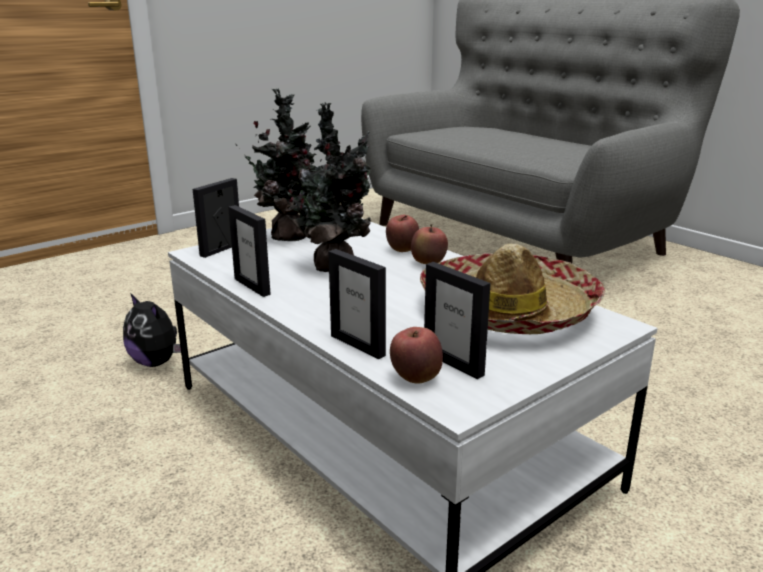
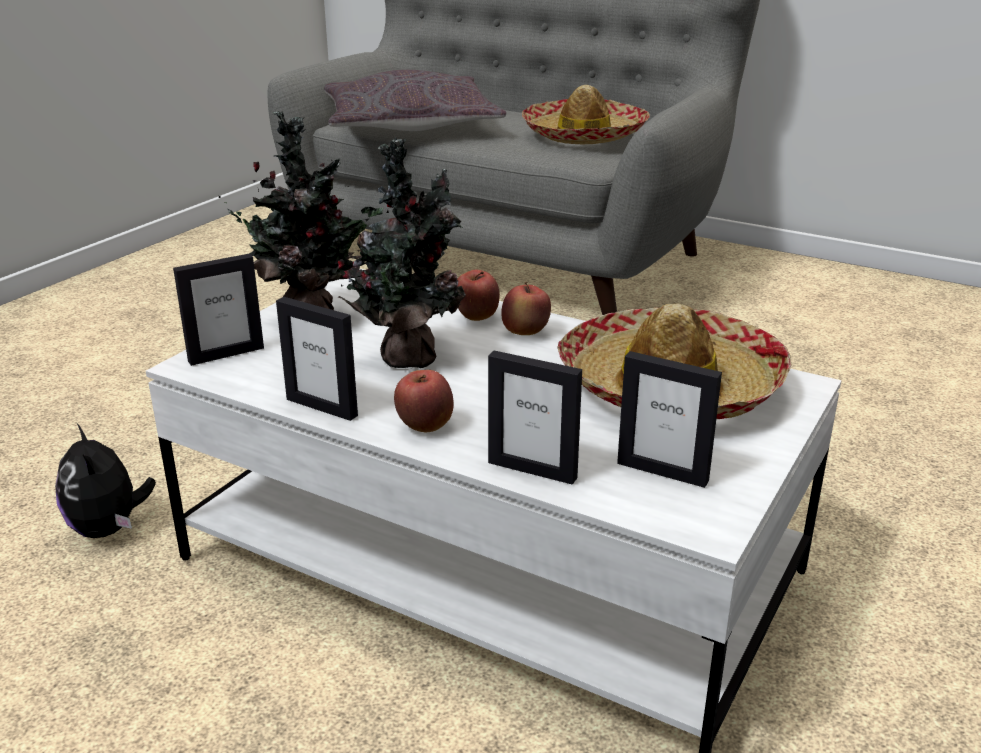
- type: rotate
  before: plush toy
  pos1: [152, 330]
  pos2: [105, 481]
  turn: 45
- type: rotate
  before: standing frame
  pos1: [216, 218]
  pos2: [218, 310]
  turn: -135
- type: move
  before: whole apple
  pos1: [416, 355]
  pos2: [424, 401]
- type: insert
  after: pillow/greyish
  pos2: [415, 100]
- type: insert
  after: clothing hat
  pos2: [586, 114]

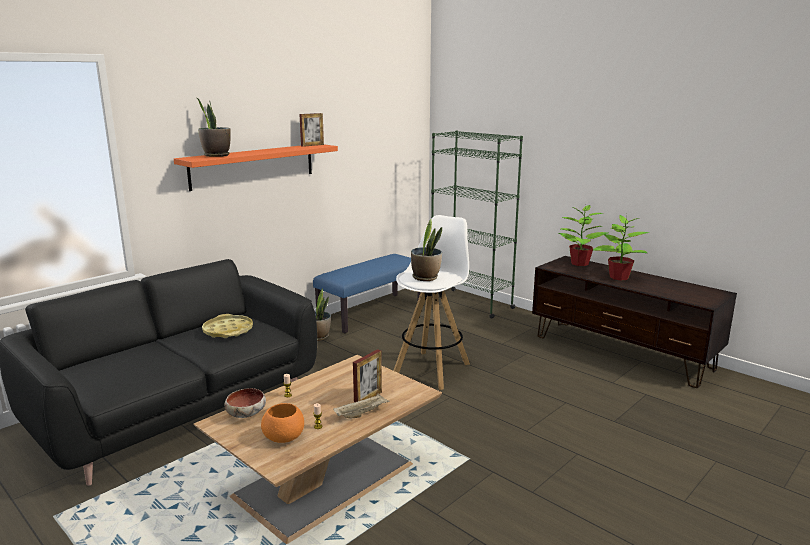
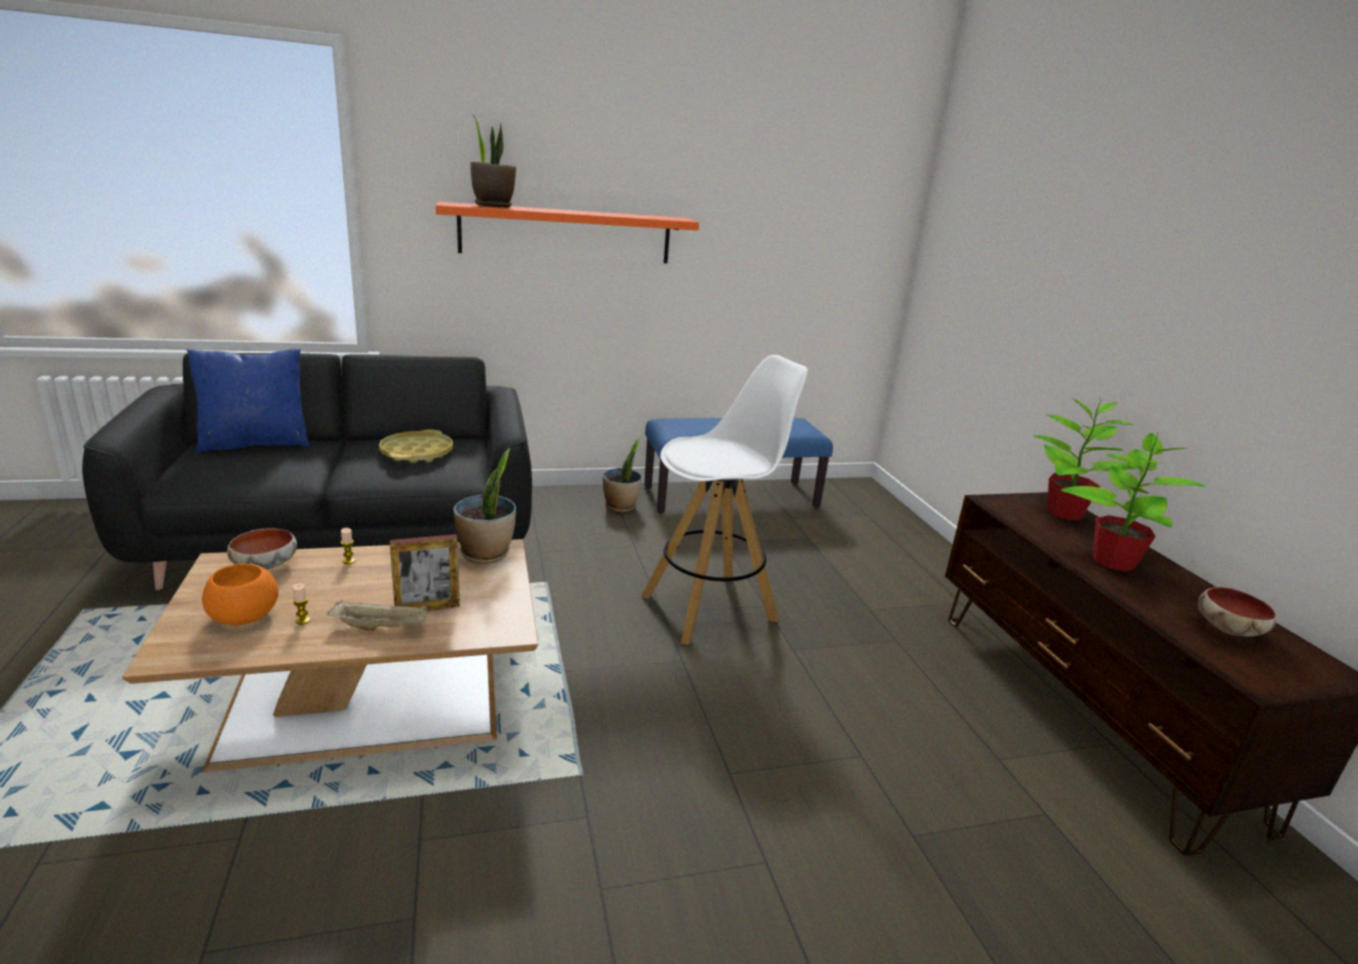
- type: delete
  before: standing frame
  pos1: [311, 130]
- type: move
  before: potted plant
  pos1: [426, 250]
  pos2: [484, 506]
- type: delete
  before: shelving unit/green-coloured
  pos1: [477, 224]
- type: insert
  after: pillow/blue-coloured
  pos2: [248, 400]
- type: insert
  after: serving bowl
  pos2: [1237, 612]

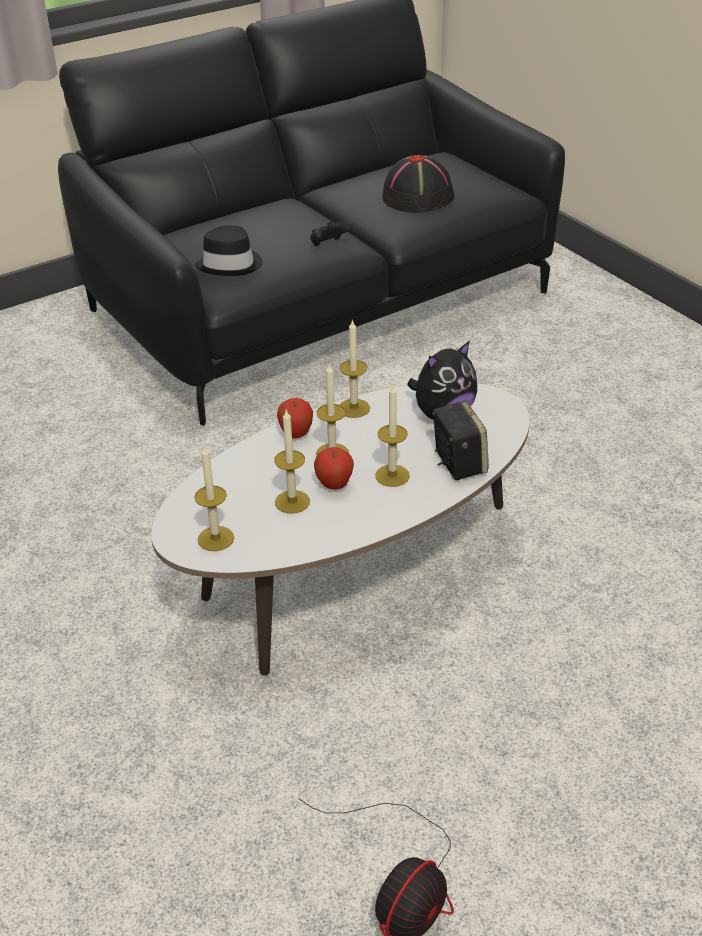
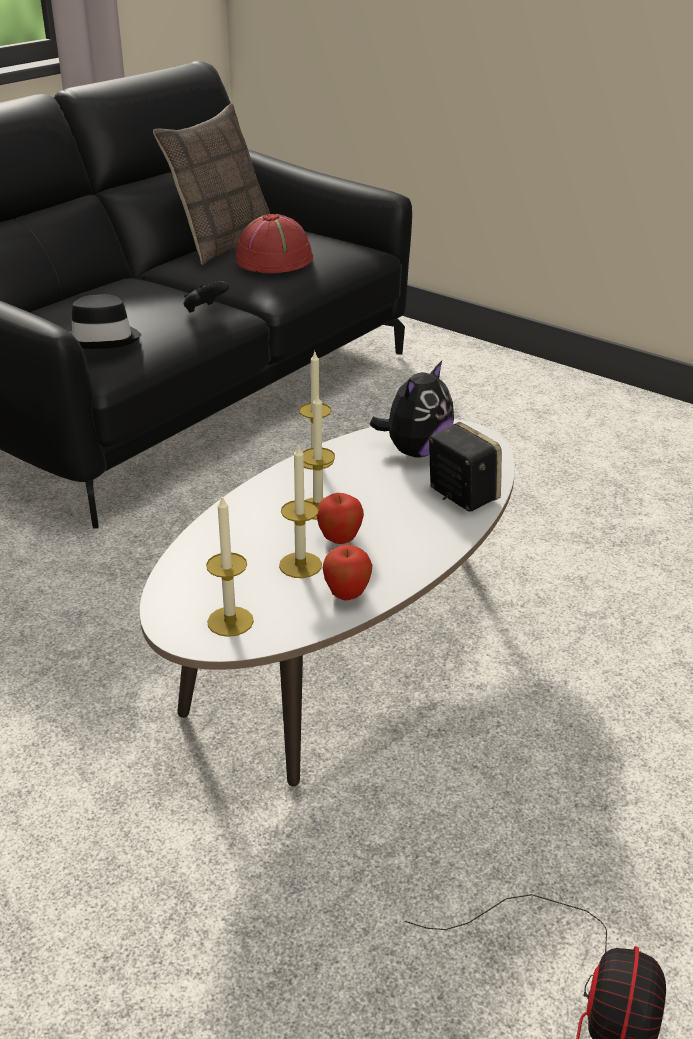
- type: move
  before: whole apple
  pos1: [295, 418]
  pos2: [347, 572]
- type: delete
  before: candle
  pos1: [392, 436]
- type: recolor
  before: clothing hat/black
  after: clothing hat/reddish
  pos1: [418, 184]
  pos2: [274, 243]
- type: insert
  after: pillow
  pos2: [211, 184]

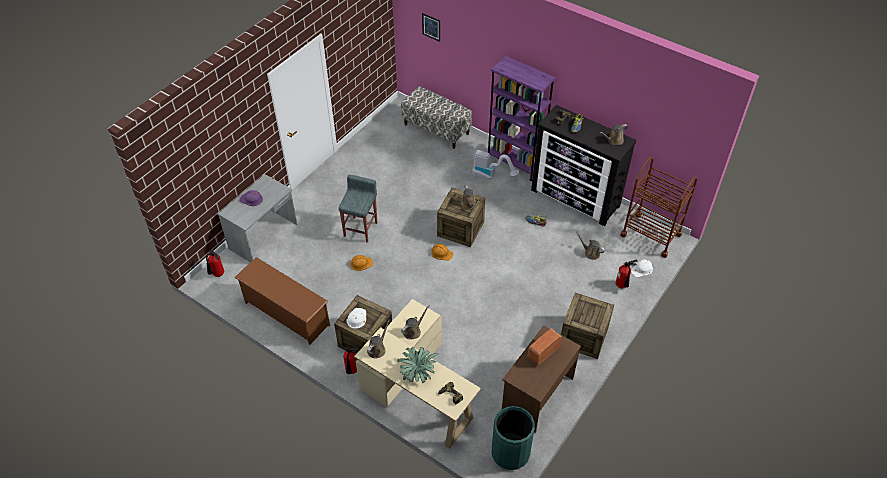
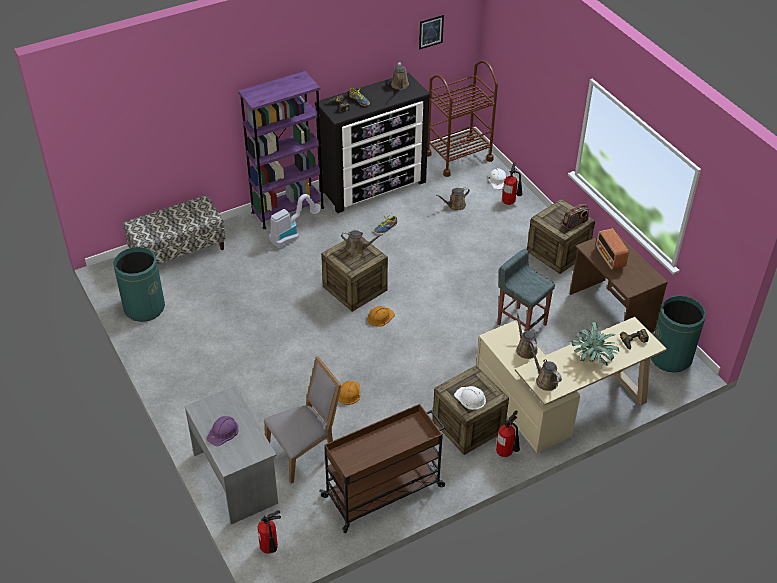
- type: replace
  before: shoe rack/brown-coloured
  after: trolley/brown-coloured
  pos1: [282, 301]
  pos2: [382, 468]
- type: move
  before: stool seat/greyish
  pos1: [358, 209]
  pos2: [526, 290]
- type: move
  before: picture
  pos1: [431, 27]
  pos2: [431, 32]
- type: insert
  after: waste bin/green-coloured
  pos2: [139, 284]
- type: insert
  after: upright chair/greyish
  pos2: [303, 420]
- type: insert
  after: radio set
  pos2: [576, 216]

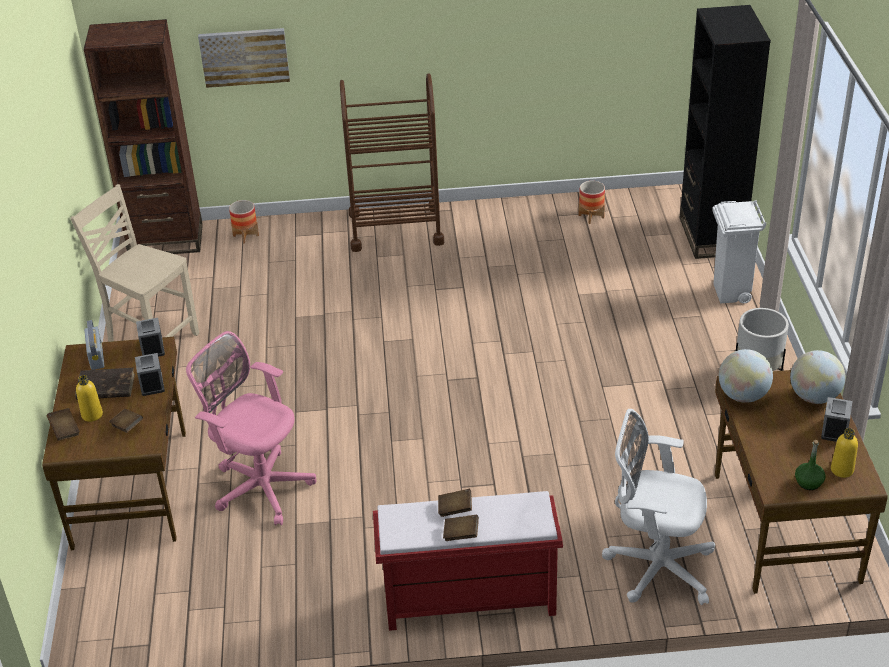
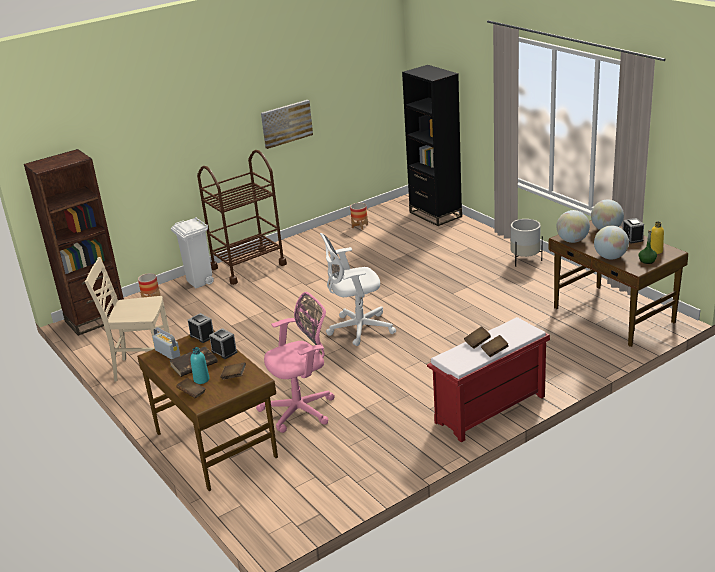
- type: recolor
  before: bottle/yellowish
  after: bottle/turquoise-coloured
  pos1: [89, 398]
  pos2: [199, 365]
- type: rotate
  before: office chair/pinkish
  pos1: [251, 428]
  pos2: [295, 362]
  turn: 150
- type: move
  before: picture
  pos1: [244, 58]
  pos2: [287, 124]
- type: move
  before: office chair/whitish
  pos1: [658, 507]
  pos2: [358, 289]
- type: move
  before: waste bin/whitish
  pos1: [739, 252]
  pos2: [192, 252]
- type: insert
  after: world globe
  pos2: [611, 242]

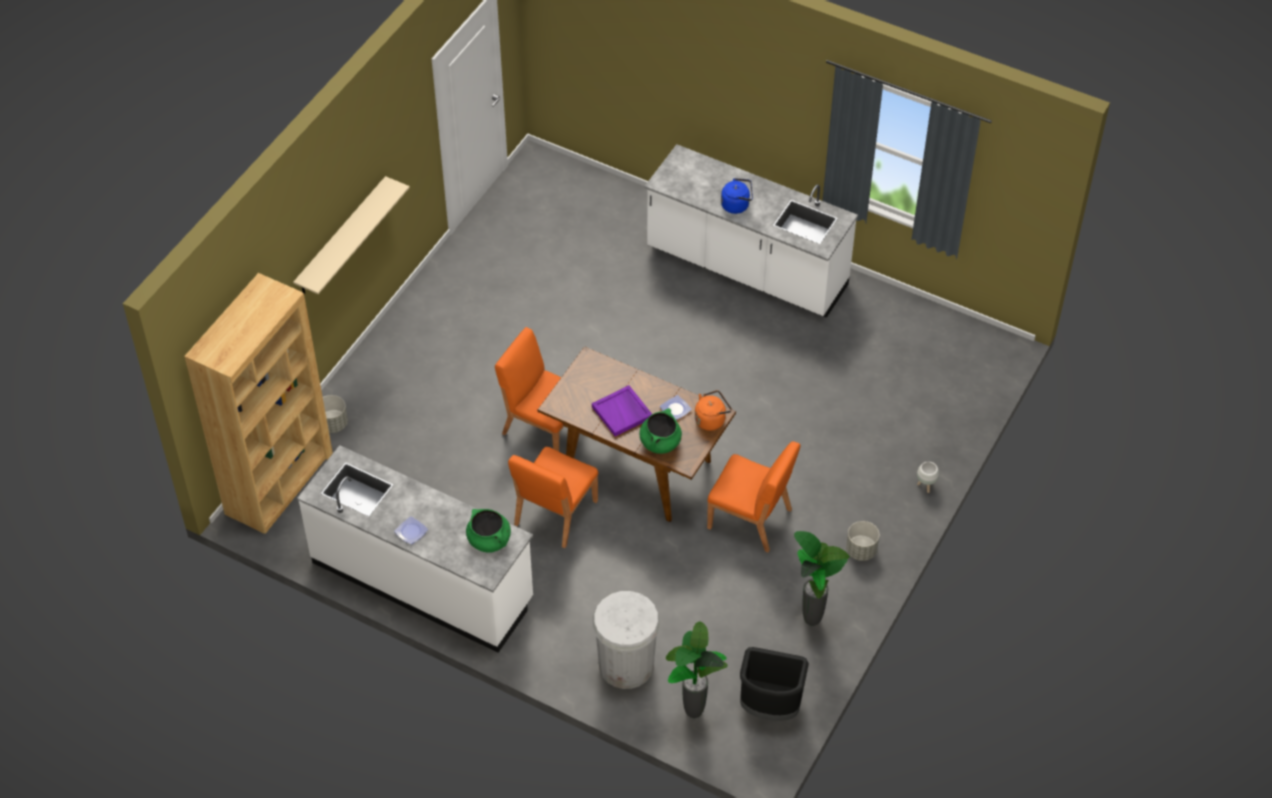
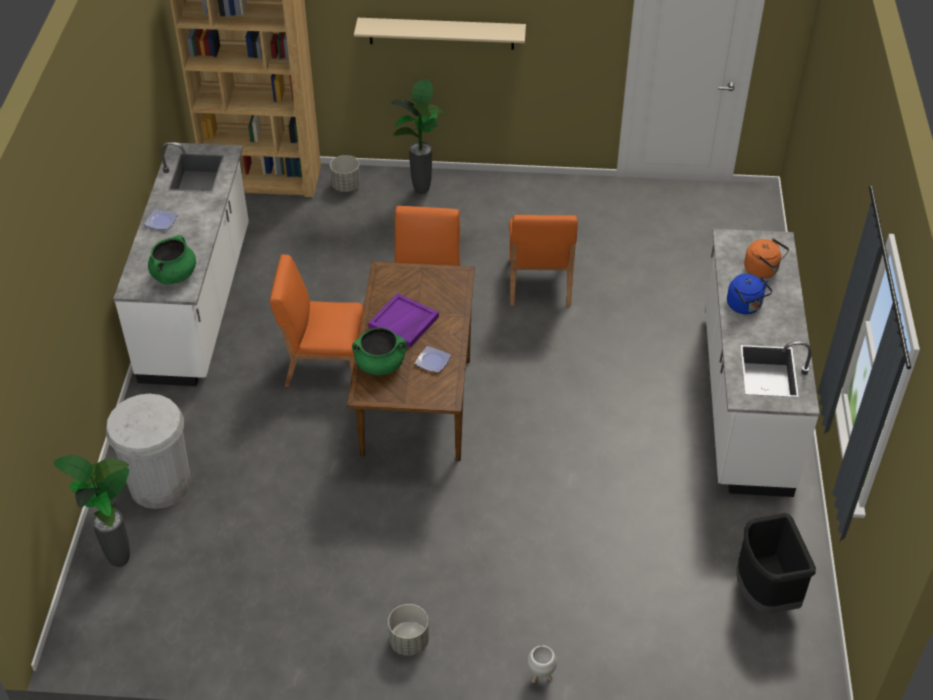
- type: move
  before: water kettle/orangey
  pos1: [713, 410]
  pos2: [766, 258]
- type: move
  before: upright chair/orangey
  pos1: [753, 496]
  pos2: [543, 260]
- type: move
  before: waste bin/black
  pos1: [774, 684]
  pos2: [776, 563]
- type: move
  before: potted plant
  pos1: [821, 578]
  pos2: [418, 136]

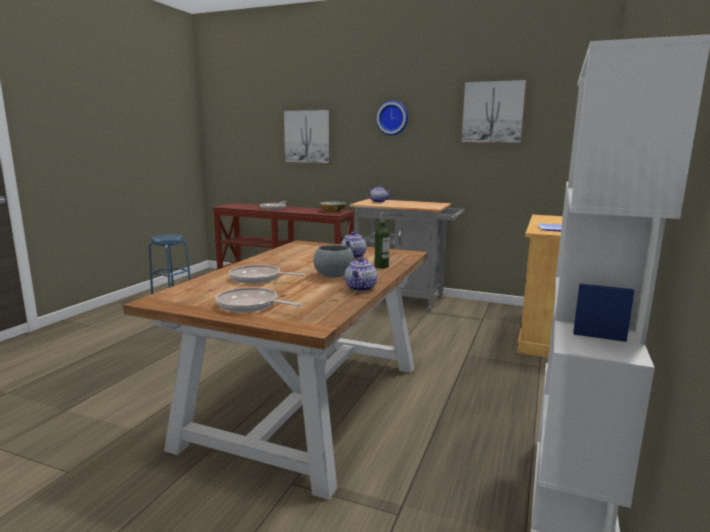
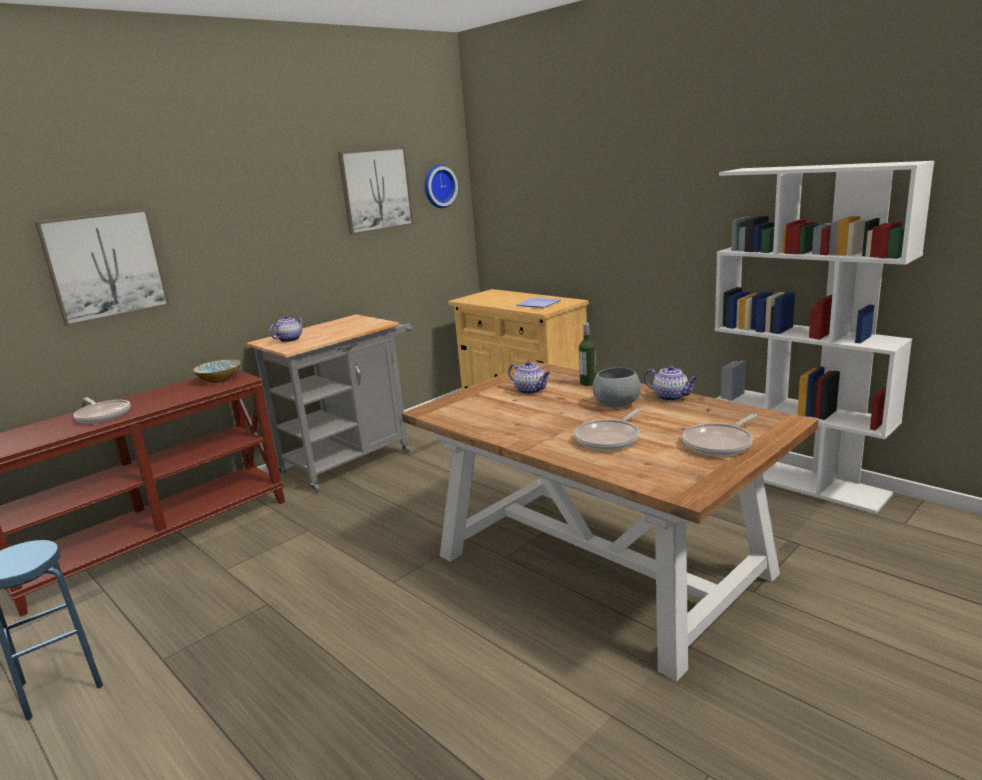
- type: move
  before: wall clock
  pos1: [392, 118]
  pos2: [441, 186]

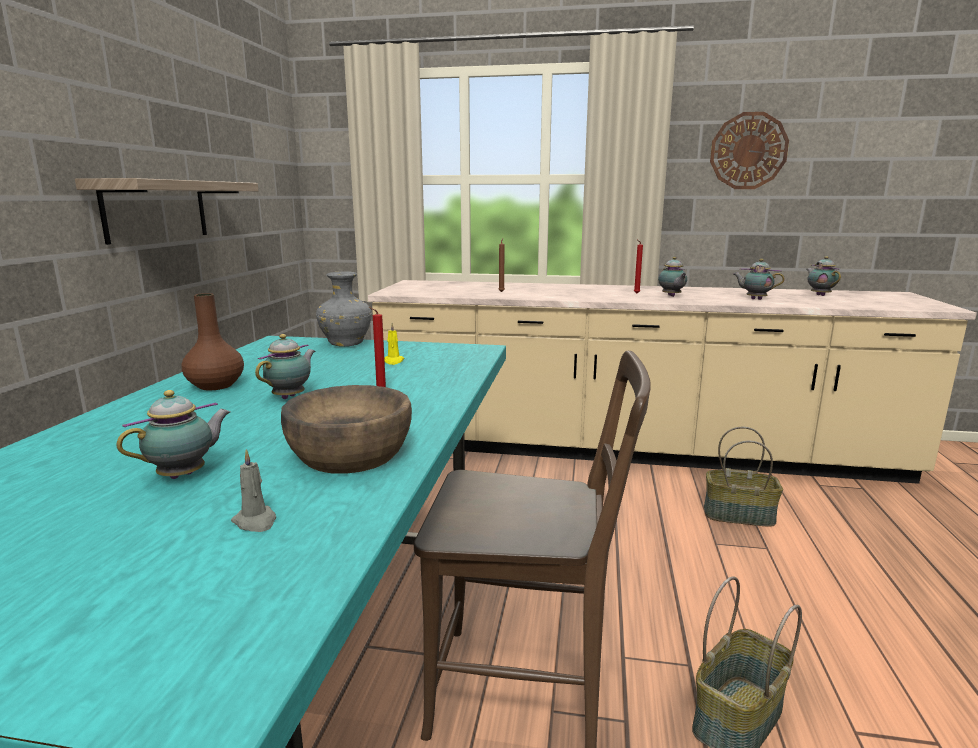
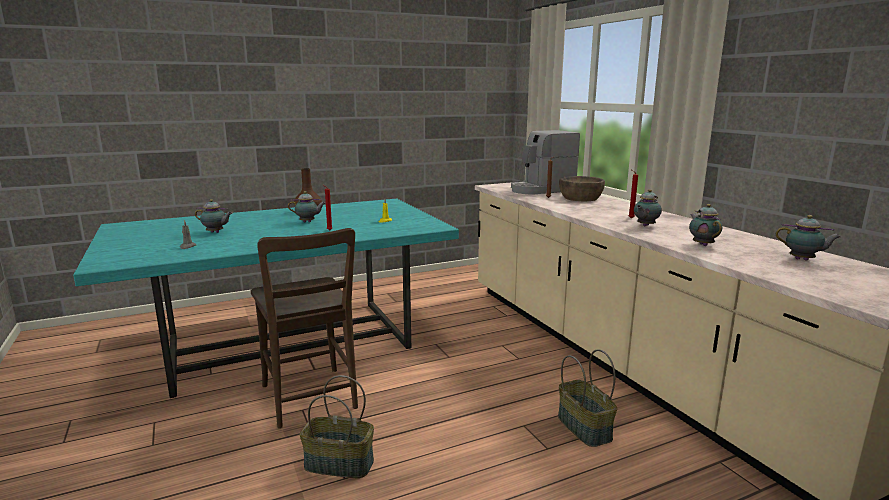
- type: delete
  before: bracket shelf
  pos1: [167, 211]
- type: move
  before: serving bowl/brown-coloured
  pos1: [346, 429]
  pos2: [582, 188]
- type: delete
  before: flower vase/greyish
  pos1: [343, 309]
- type: delete
  before: wall clock
  pos1: [749, 150]
- type: rotate
  before: tea pot
  pos1: [823, 276]
  pos2: [808, 238]
  turn: 75
- type: insert
  after: coffee brewer
  pos2: [545, 162]

